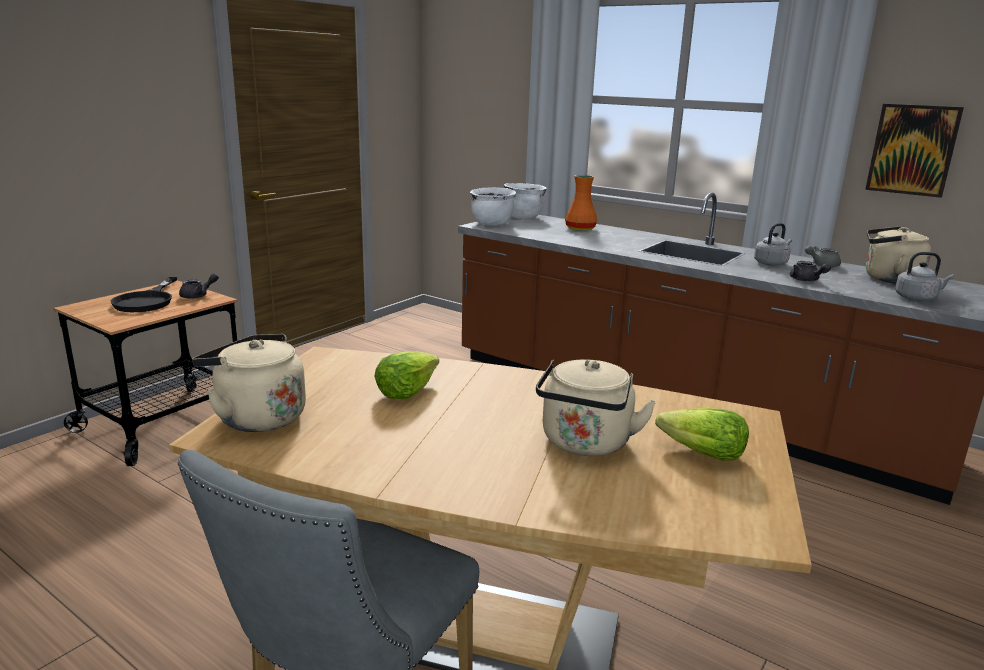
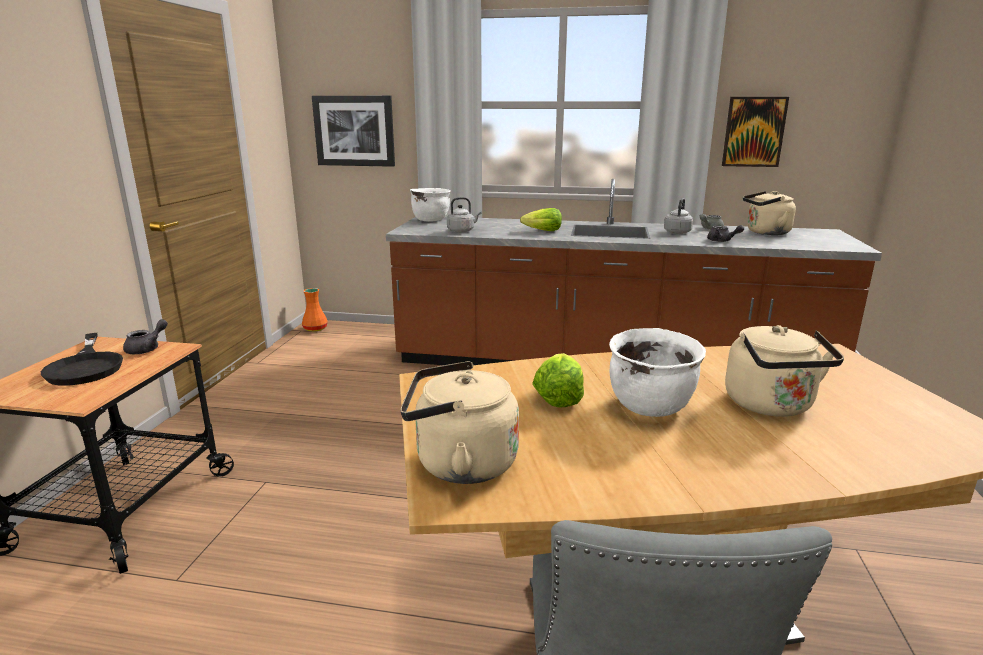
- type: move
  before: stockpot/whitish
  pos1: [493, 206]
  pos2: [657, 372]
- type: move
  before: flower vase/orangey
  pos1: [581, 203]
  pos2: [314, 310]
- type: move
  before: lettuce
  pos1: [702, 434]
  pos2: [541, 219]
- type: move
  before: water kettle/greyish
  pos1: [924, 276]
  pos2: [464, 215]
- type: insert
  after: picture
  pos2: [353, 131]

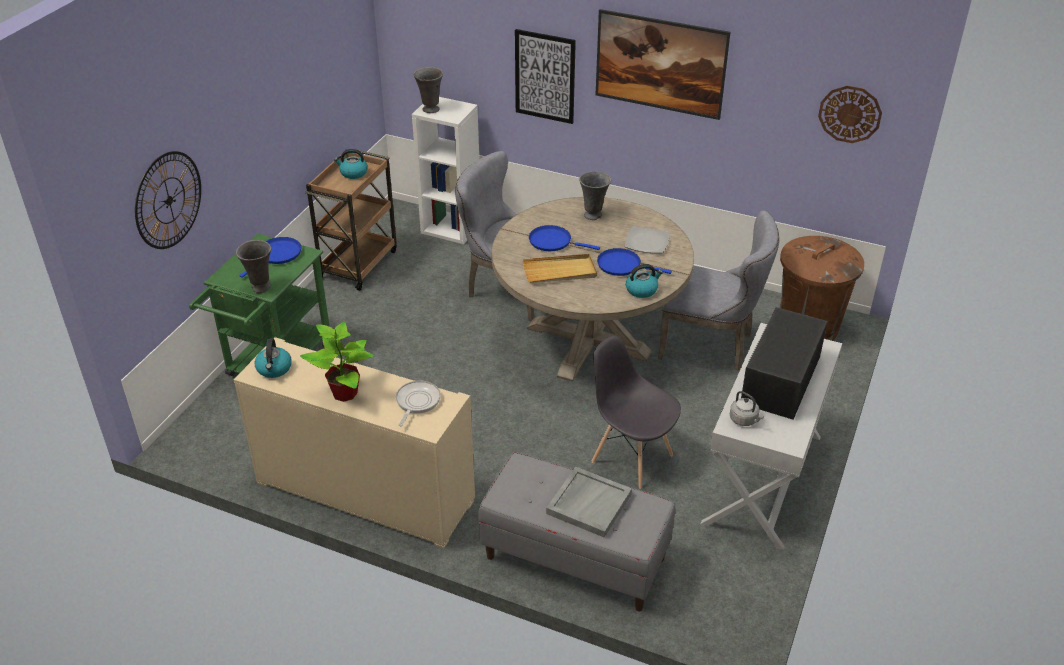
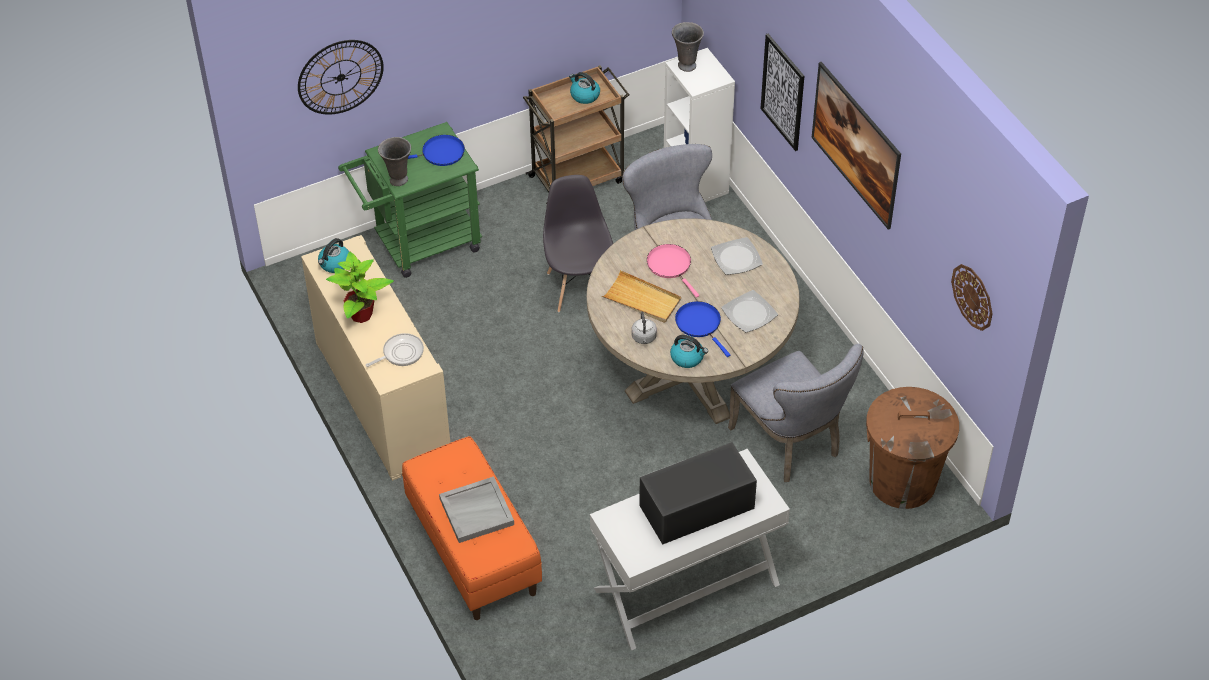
- type: recolor
  before: bench/greyish
  after: bench/orangey
  pos1: [576, 532]
  pos2: [472, 528]
- type: recolor
  before: skillet/blue-coloured
  after: skillet/pinkish
  pos1: [564, 238]
  pos2: [673, 271]
- type: replace
  before: flower vase/greyish
  after: flat dish
  pos1: [595, 195]
  pos2: [737, 256]
- type: move
  before: upright chair/greyish
  pos1: [636, 412]
  pos2: [578, 243]
- type: move
  before: water kettle/greyish
  pos1: [747, 408]
  pos2: [644, 328]

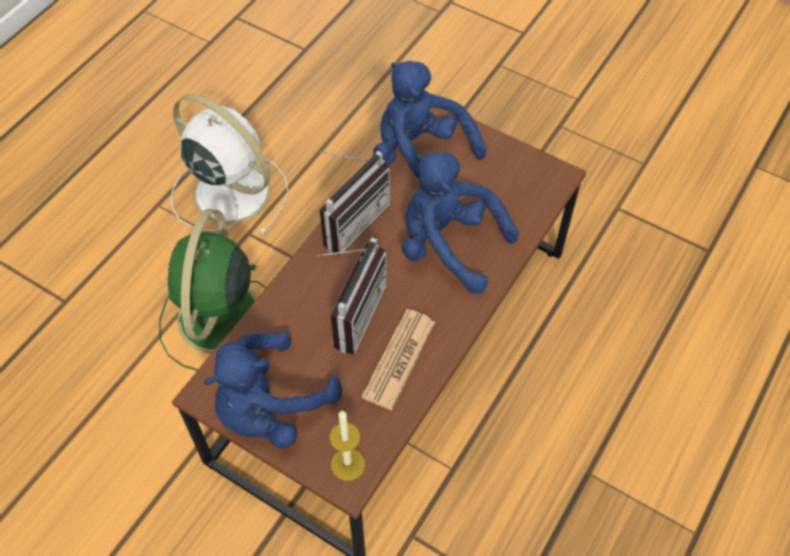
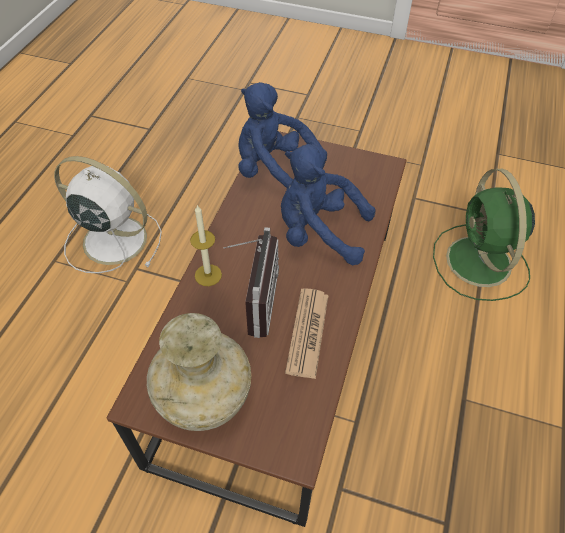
- type: move
  before: electric fan/green-coloured
  pos1: [212, 290]
  pos2: [484, 235]
- type: replace
  before: plush toy/blue-coloured
  after: flower vase/beige
  pos1: [273, 390]
  pos2: [199, 372]
- type: delete
  before: radio set
  pos1: [355, 203]
- type: move
  before: candle
  pos1: [347, 446]
  pos2: [206, 245]

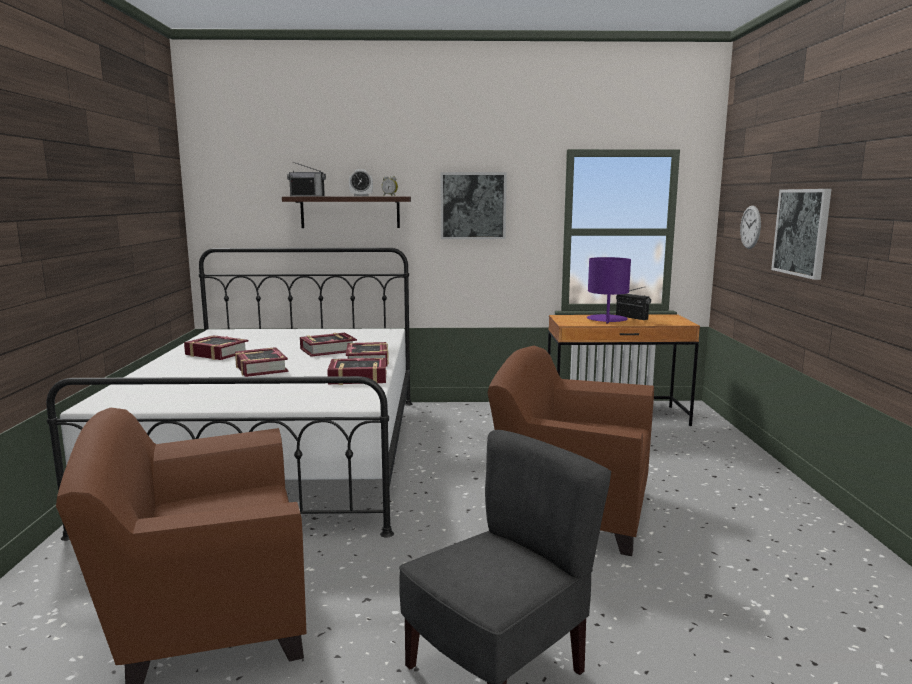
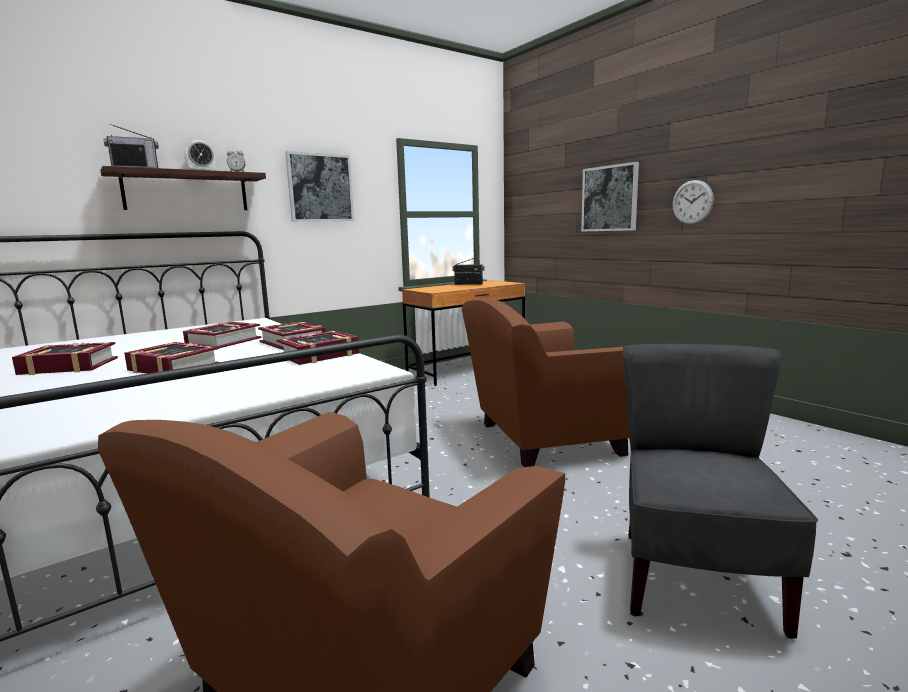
- type: delete
  before: table lamp/purple-coloured
  pos1: [609, 290]
- type: move
  before: wall clock
  pos1: [750, 227]
  pos2: [693, 202]

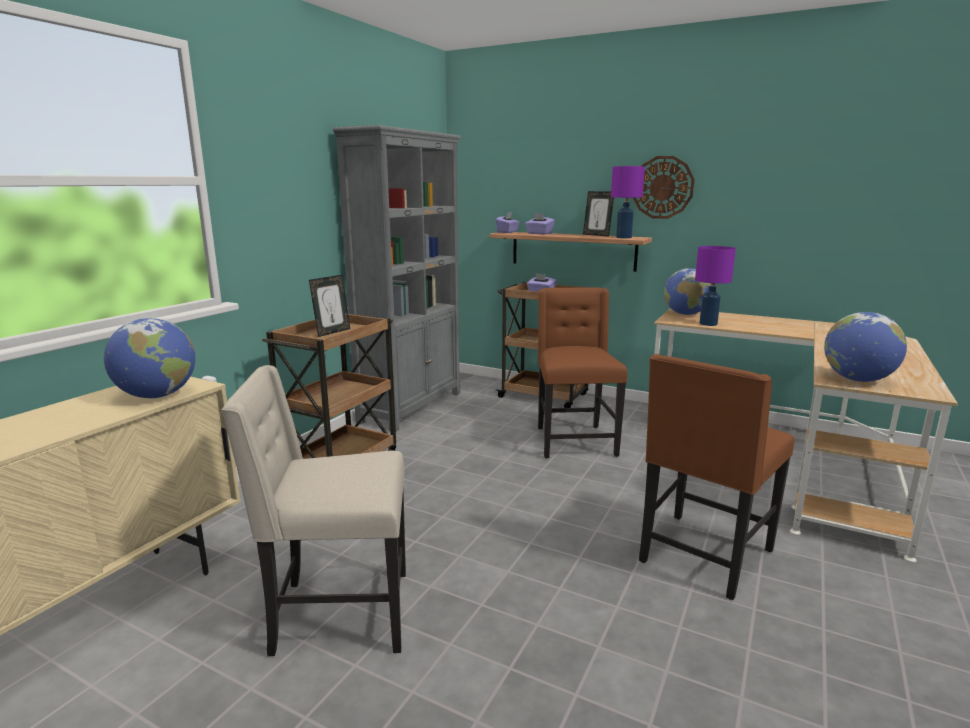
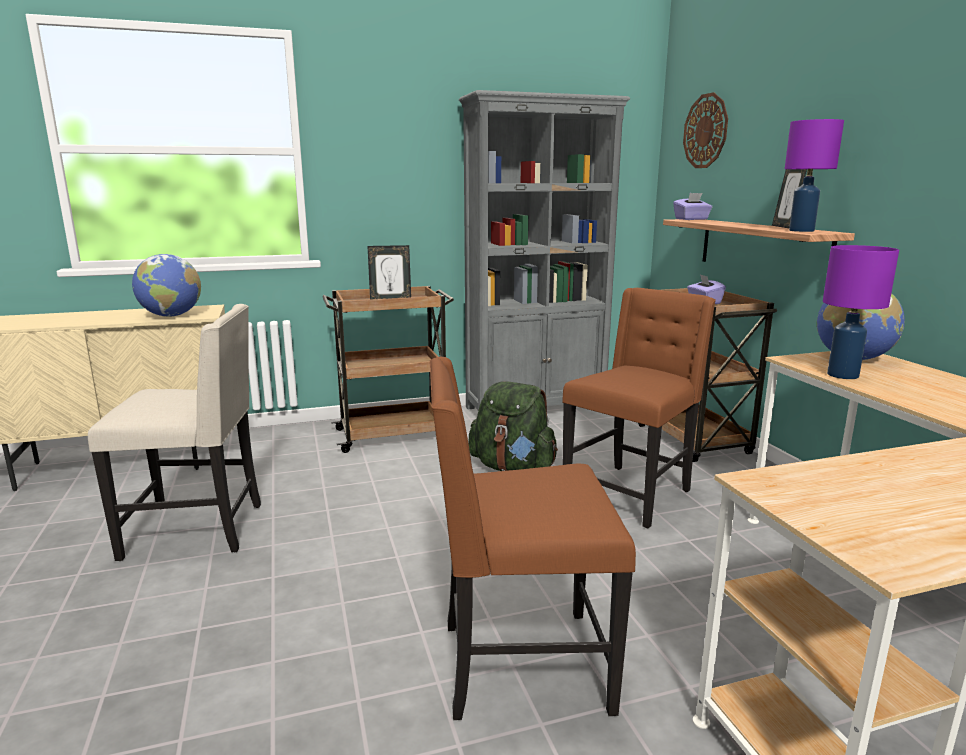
- type: rotate
  before: upright chair/beige
  pos1: [313, 510]
  pos2: [174, 432]
  turn: 135
- type: delete
  before: tissue holder/purple-coloured
  pos1: [540, 224]
- type: move
  before: wall clock
  pos1: [664, 187]
  pos2: [705, 130]
- type: delete
  before: world globe
  pos1: [865, 347]
- type: insert
  after: knapsack/green-coloured
  pos2: [513, 426]

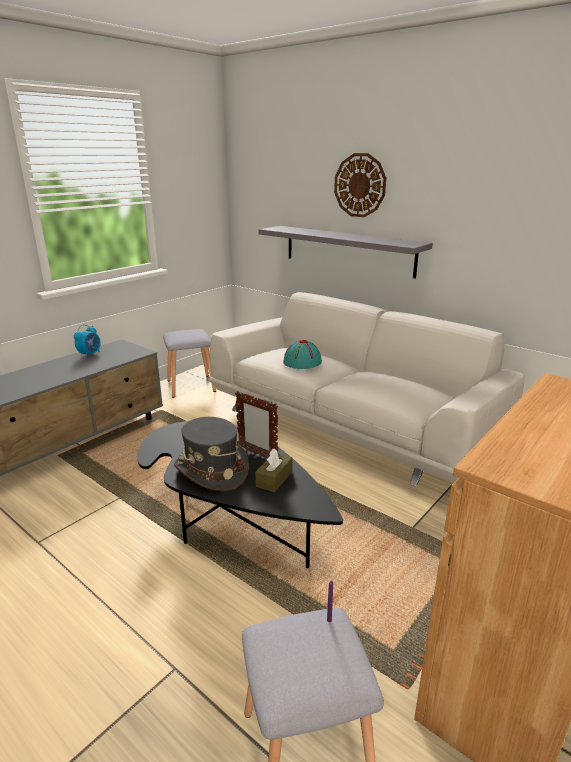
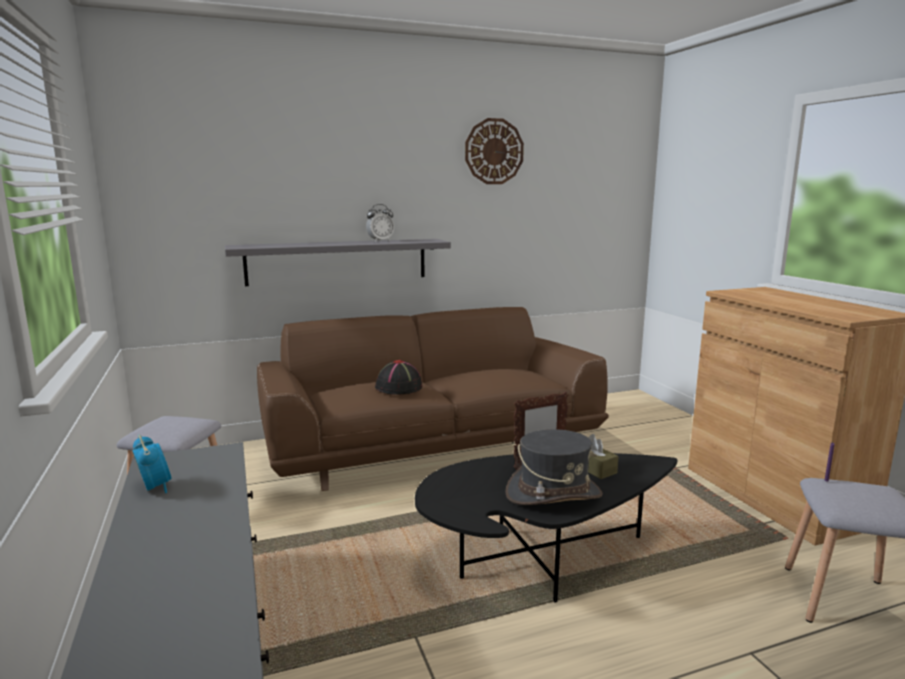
- type: recolor
  before: couch/whitish
  after: couch/brown-coloured
  pos1: [367, 389]
  pos2: [433, 399]
- type: recolor
  before: clothing hat/turquoise-coloured
  after: clothing hat/black
  pos1: [302, 354]
  pos2: [398, 377]
- type: move
  before: wall clock
  pos1: [360, 185]
  pos2: [494, 151]
- type: insert
  after: alarm clock
  pos2: [380, 223]

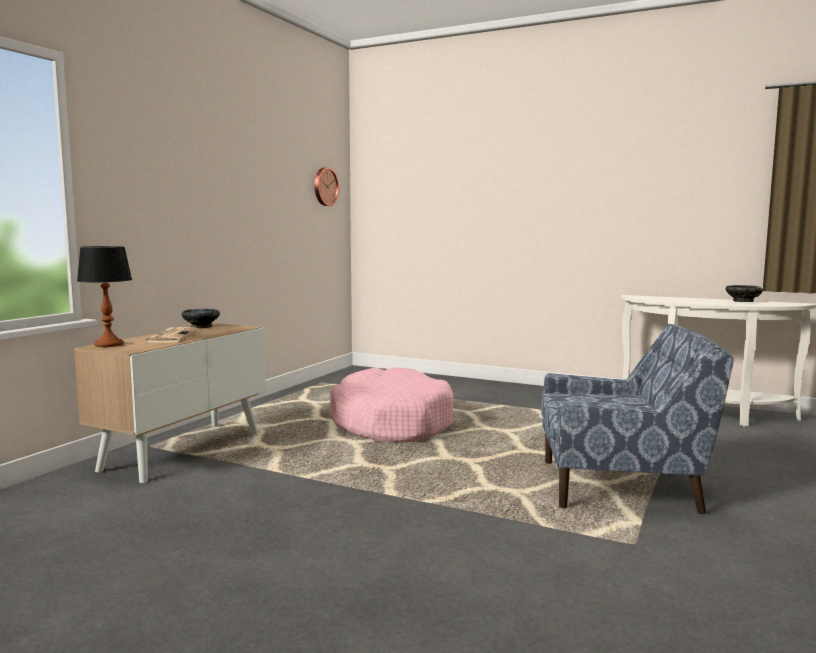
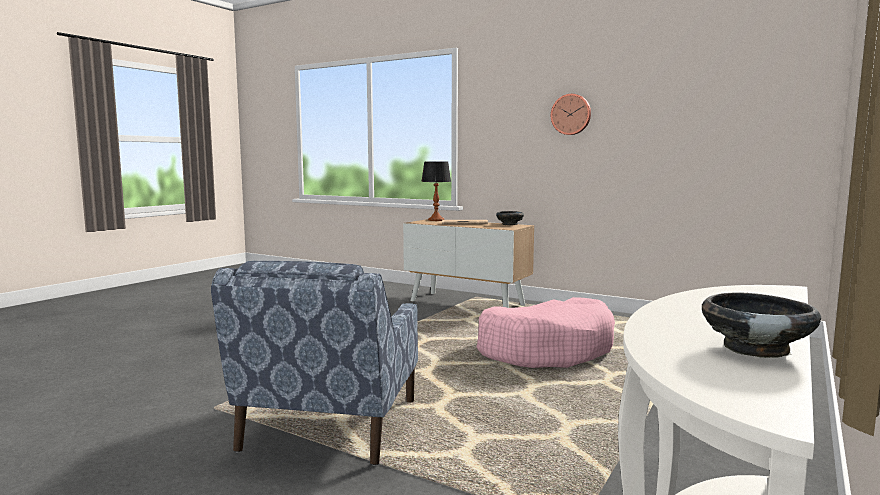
- type: move
  before: wall clock
  pos1: [326, 186]
  pos2: [571, 114]

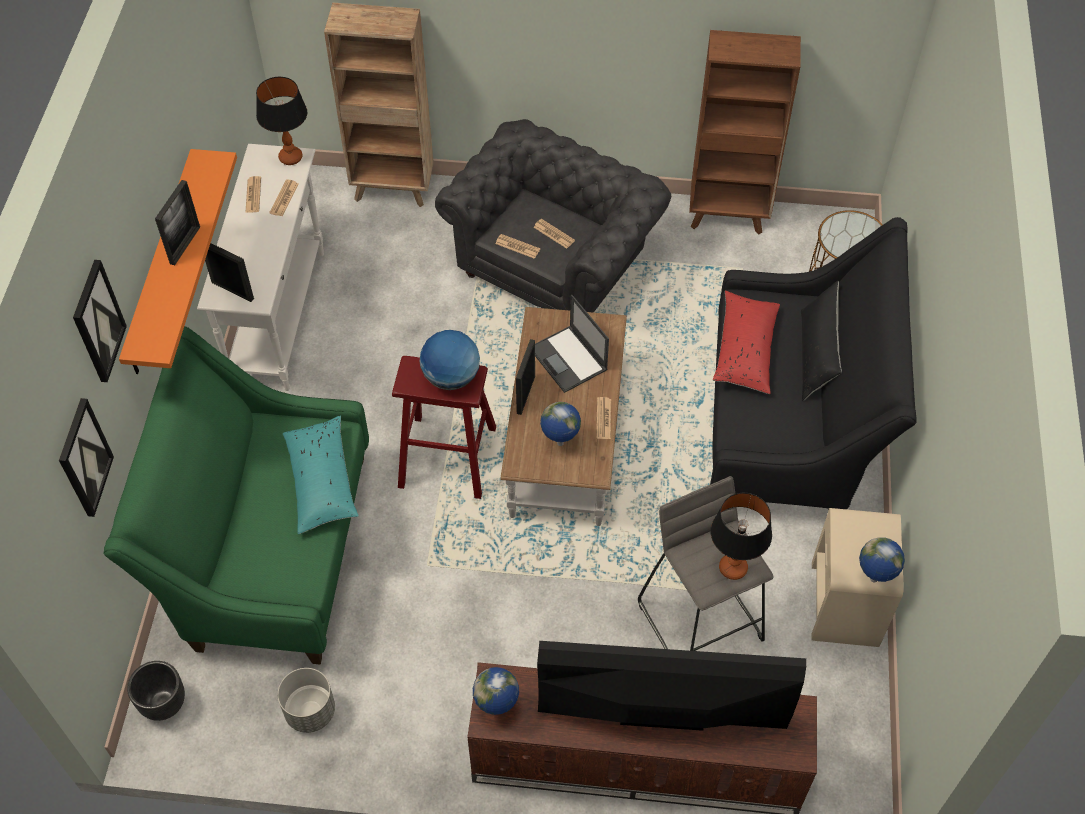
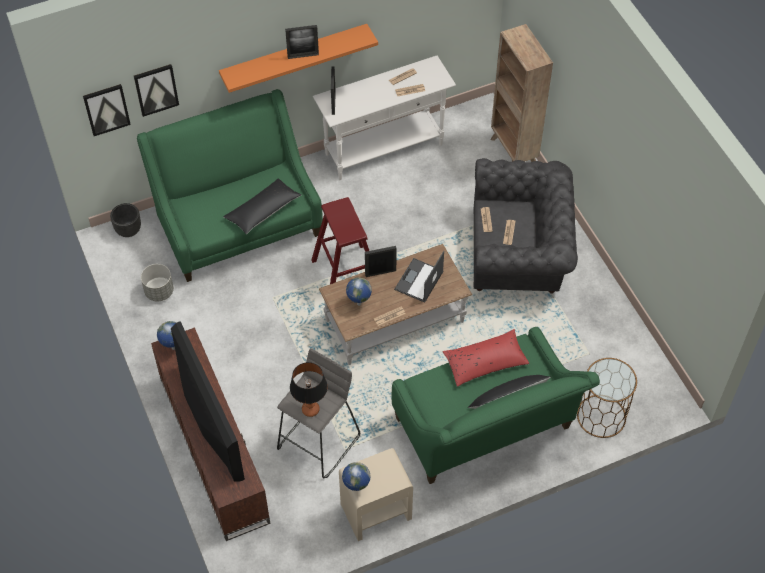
- type: move
  before: picture
  pos1: [100, 321]
  pos2: [107, 110]
- type: delete
  before: table lamp
  pos1: [281, 121]
- type: recolor
  before: pillow/turquoise-coloured
  after: pillow/black
  pos1: [321, 475]
  pos2: [262, 206]
- type: delete
  before: world globe
  pos1: [450, 360]
- type: delete
  before: shelving unit/brown-coloured
  pos1: [745, 132]
- type: recolor
  before: couch/black
  after: couch/green-coloured
  pos1: [813, 364]
  pos2: [496, 405]

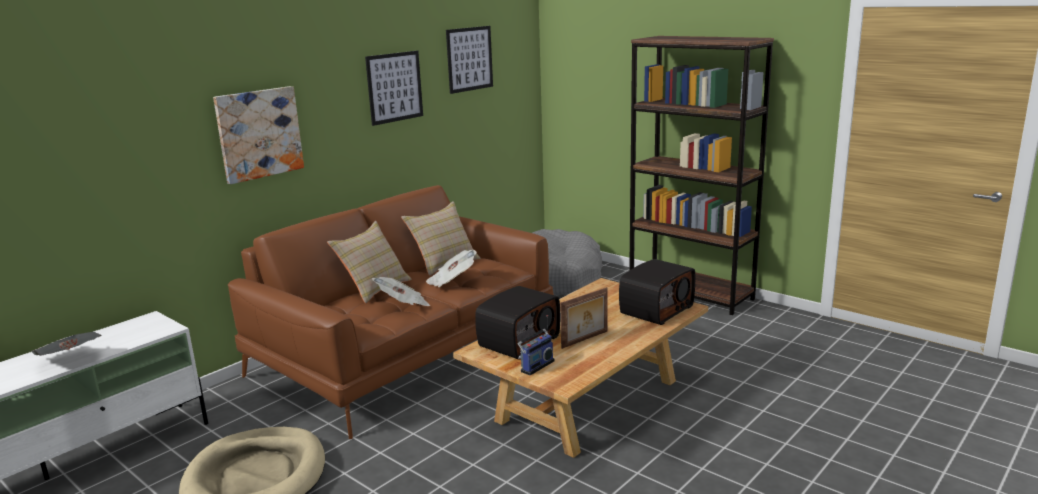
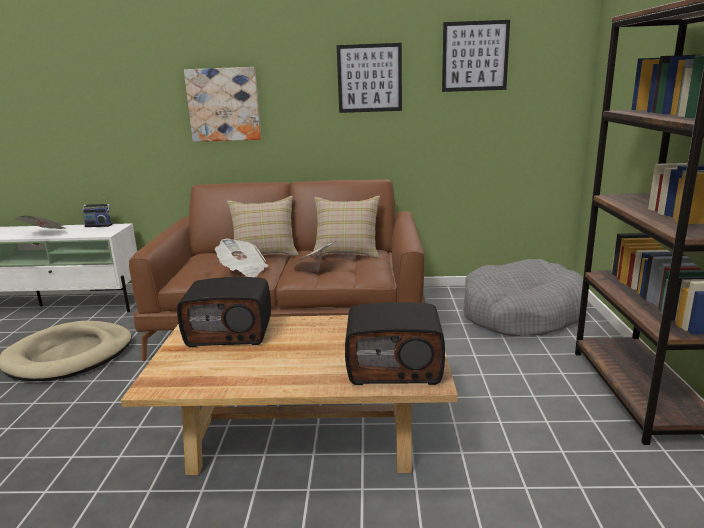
- type: move
  before: radio set
  pos1: [536, 345]
  pos2: [97, 210]
- type: delete
  before: standing frame
  pos1: [584, 318]

